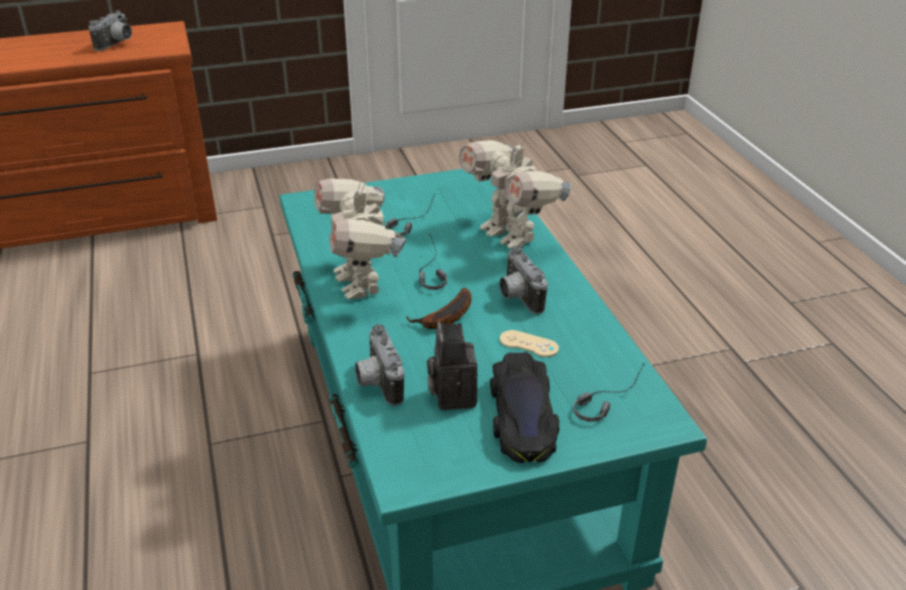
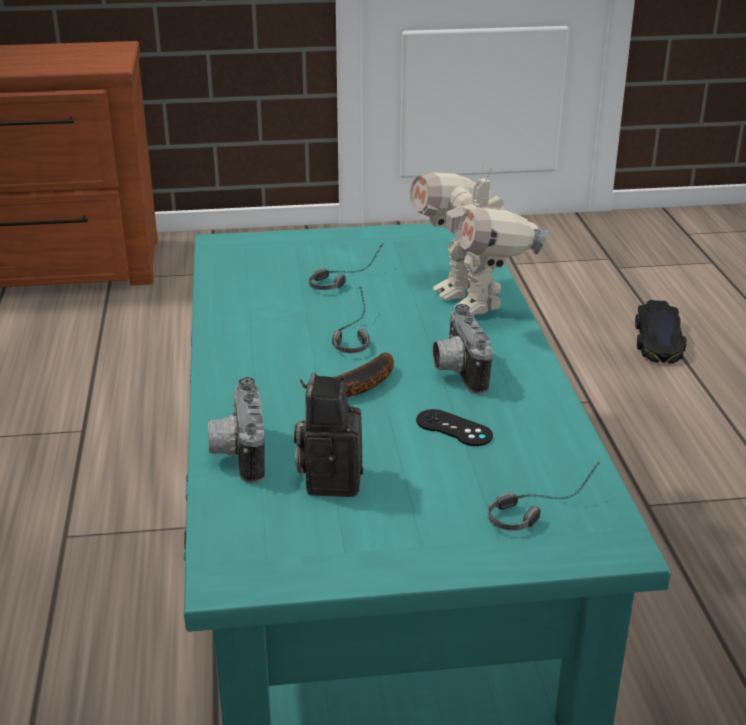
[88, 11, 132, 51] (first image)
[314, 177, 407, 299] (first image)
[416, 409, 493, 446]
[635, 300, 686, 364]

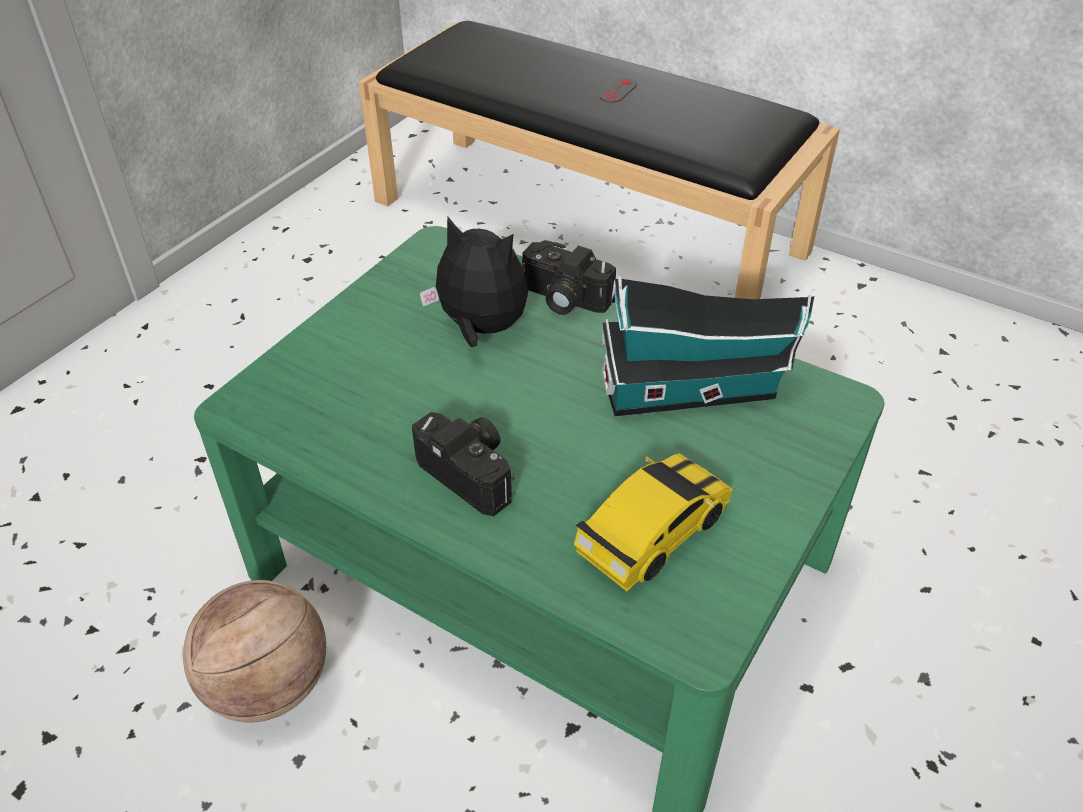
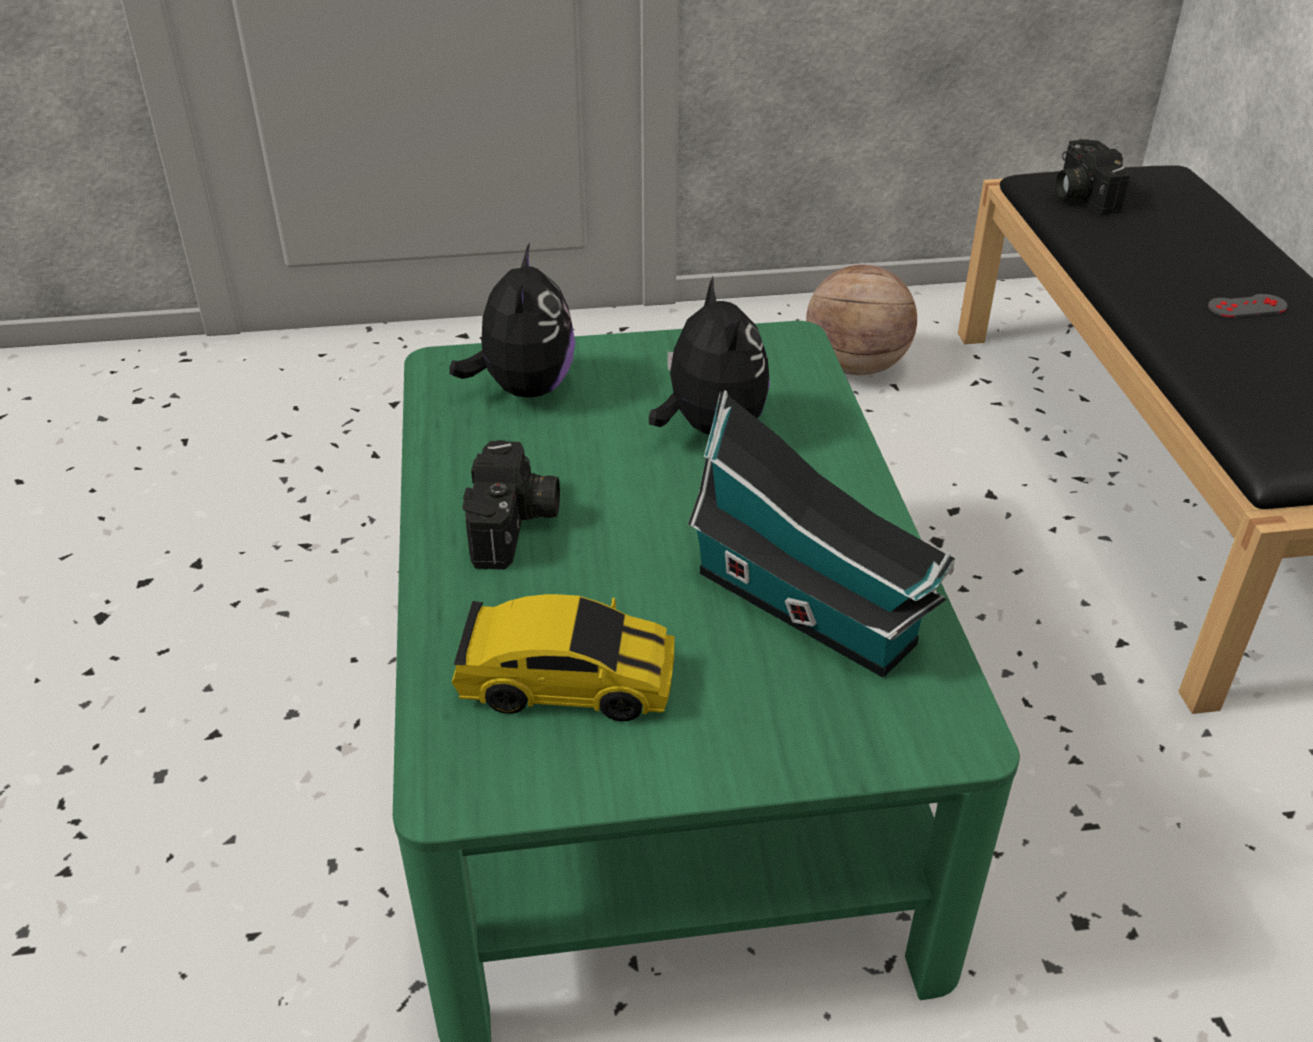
[1056, 139, 1130, 215]
[806, 264, 917, 375]
[449, 242, 575, 398]

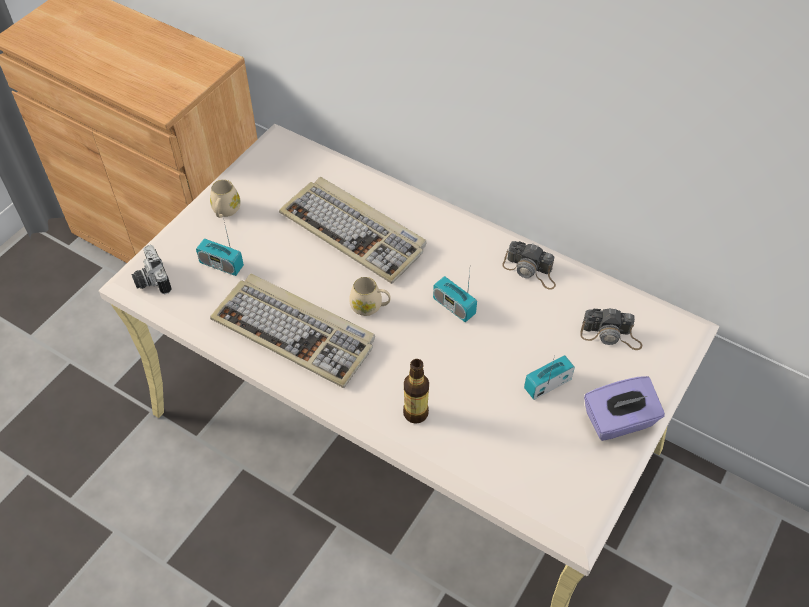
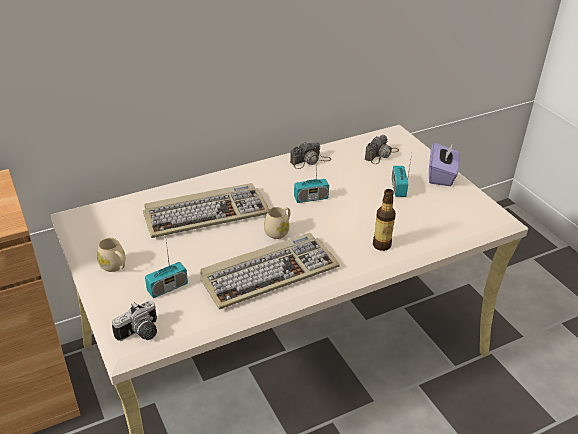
[112, 300, 157, 341]

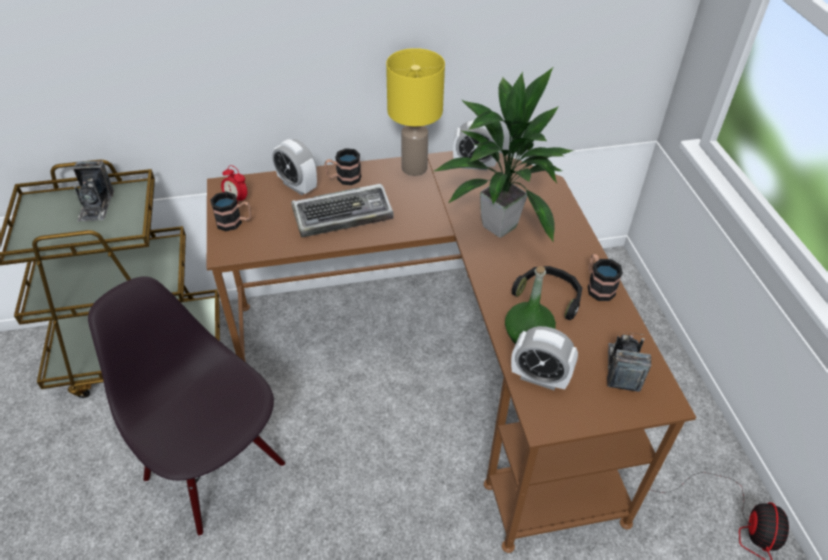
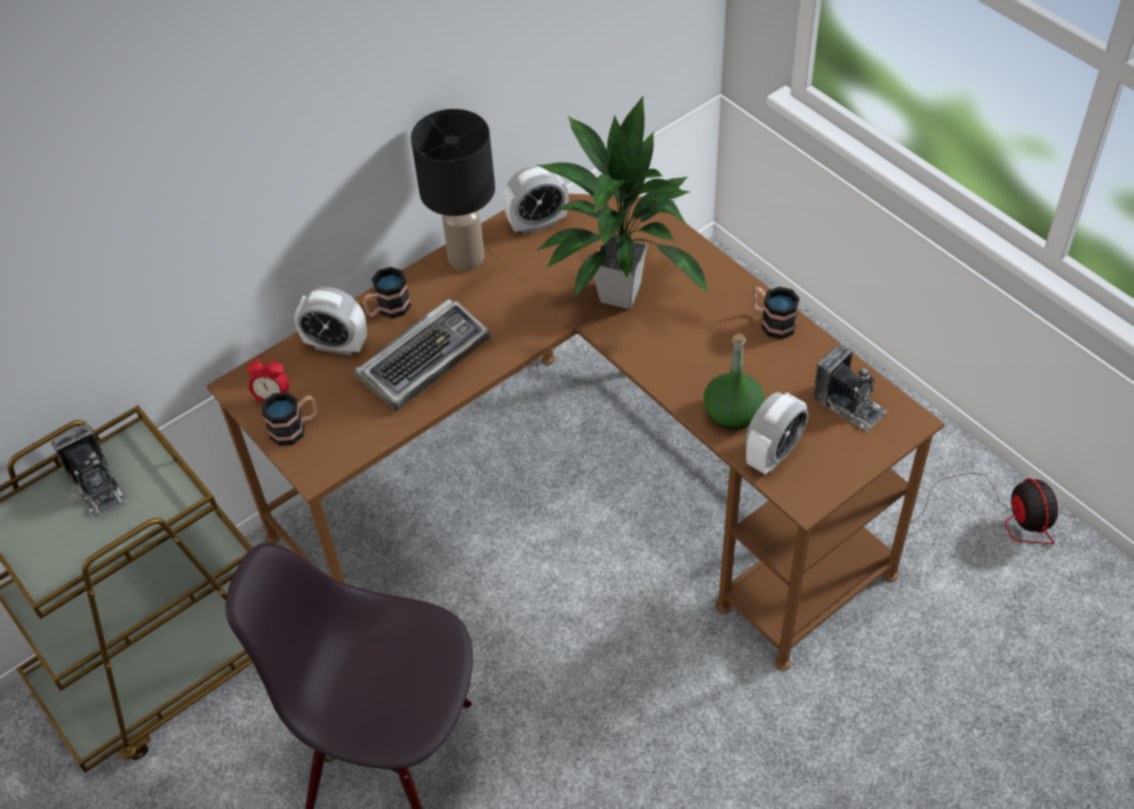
[411, 109, 495, 271]
[512, 266, 582, 320] (first image)
[745, 392, 808, 475]
[814, 344, 887, 432]

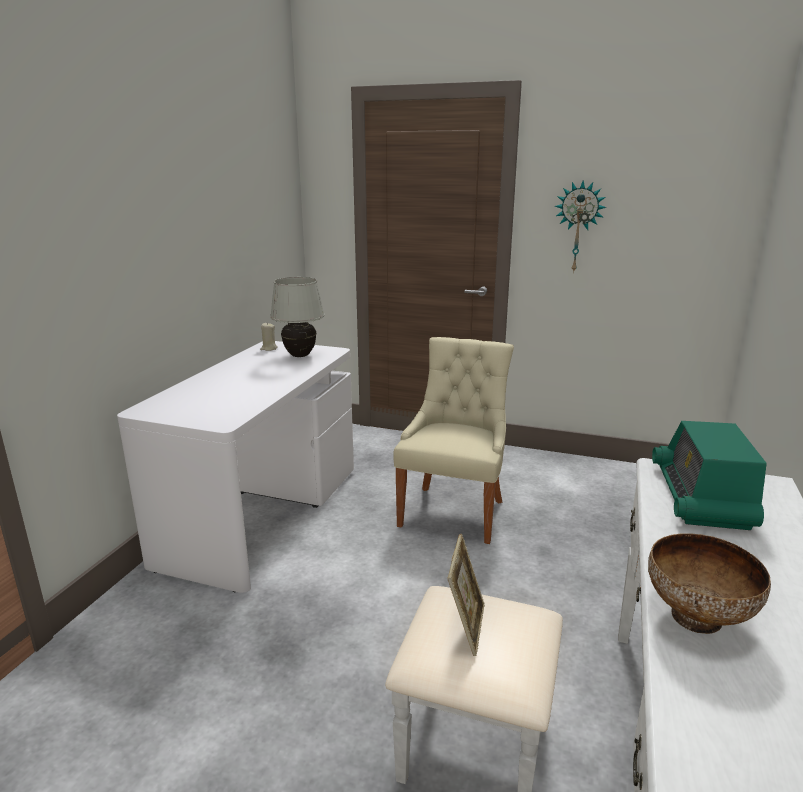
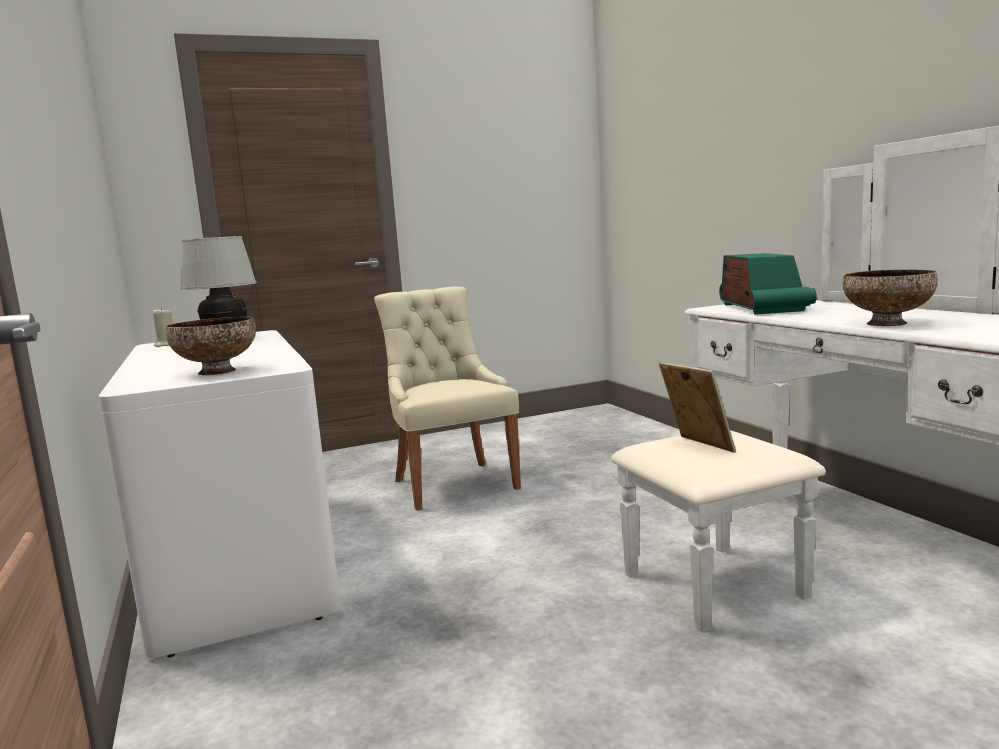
[555, 181, 607, 273] (first image)
[719, 253, 817, 314]
[166, 317, 256, 375]

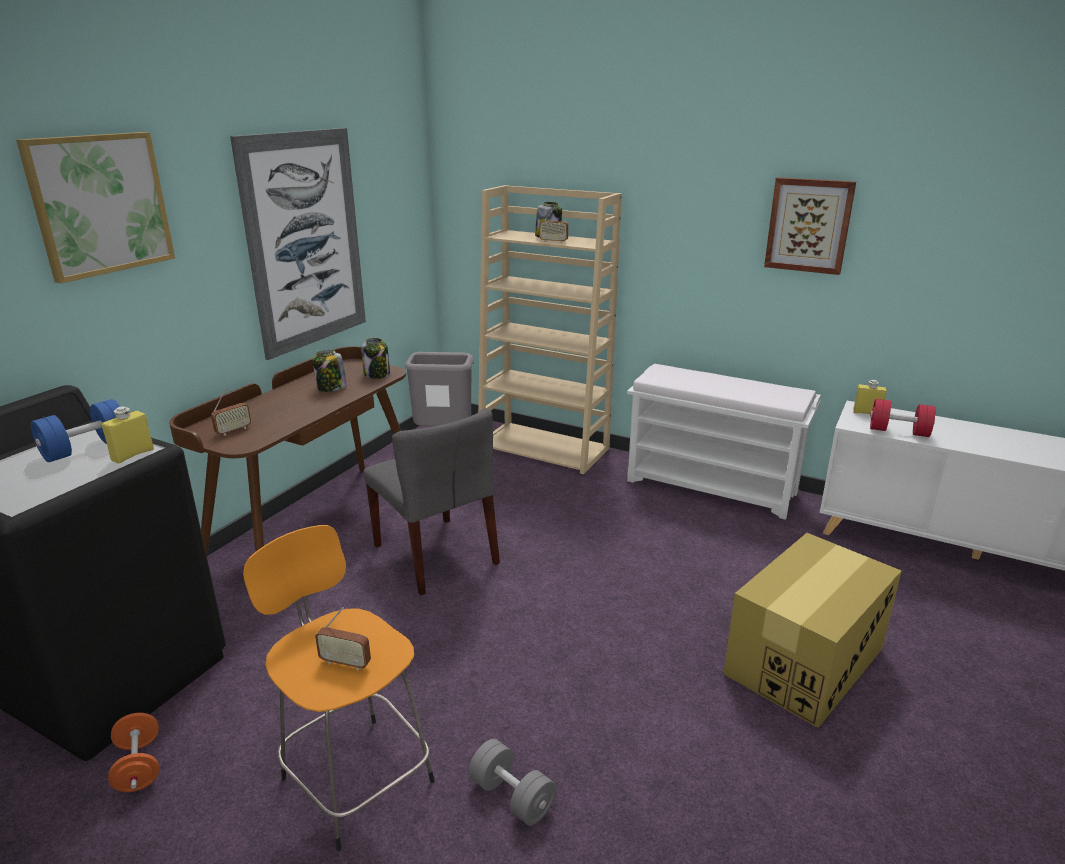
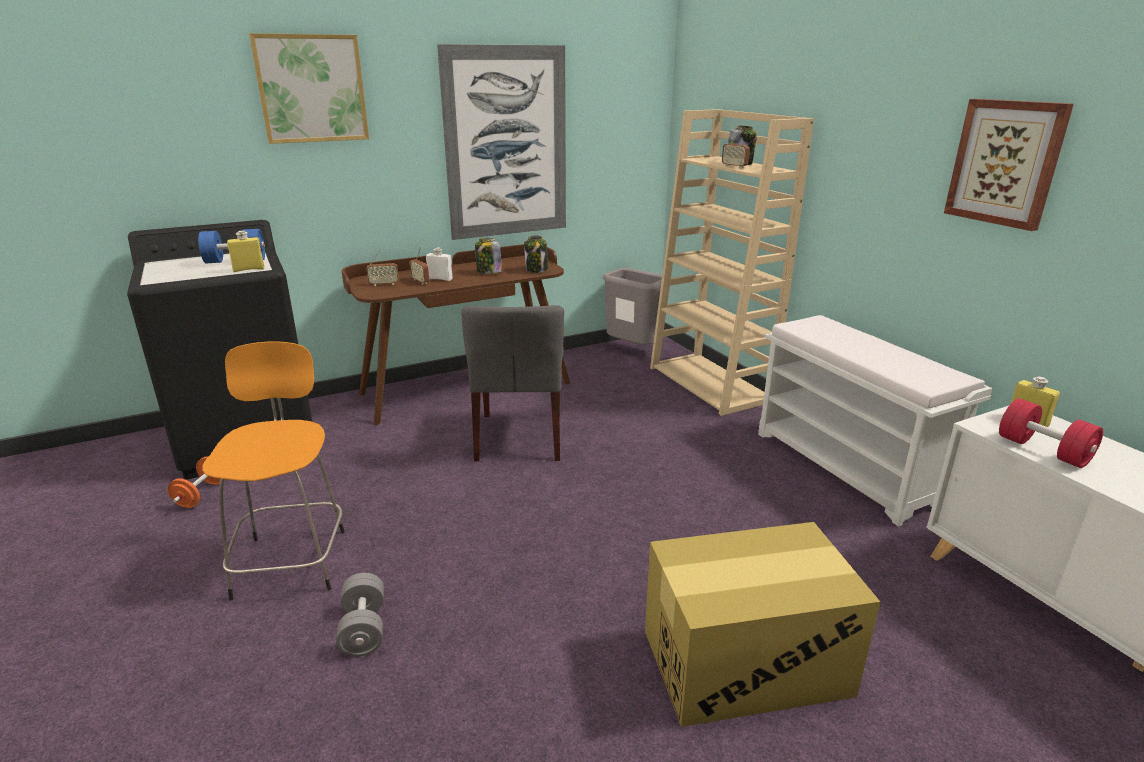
[409, 246, 429, 284]
[426, 248, 453, 281]

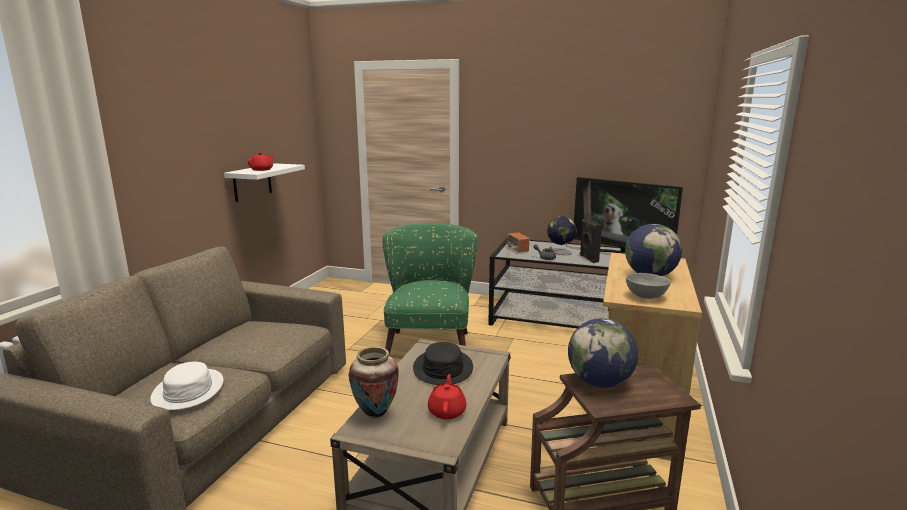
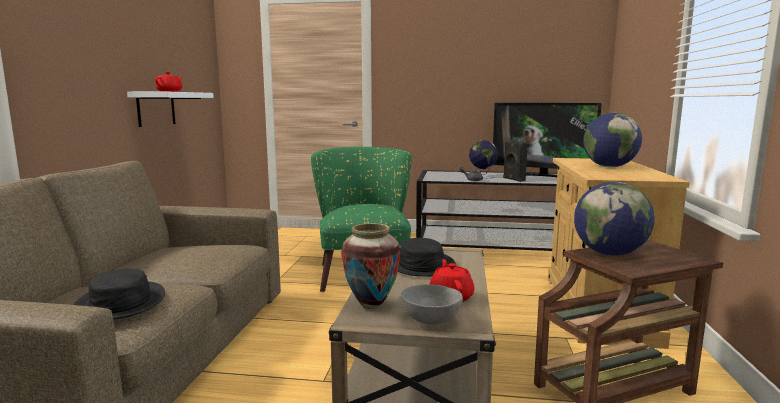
[507, 232, 532, 253] (first image)
[401, 284, 463, 325]
[74, 268, 165, 319]

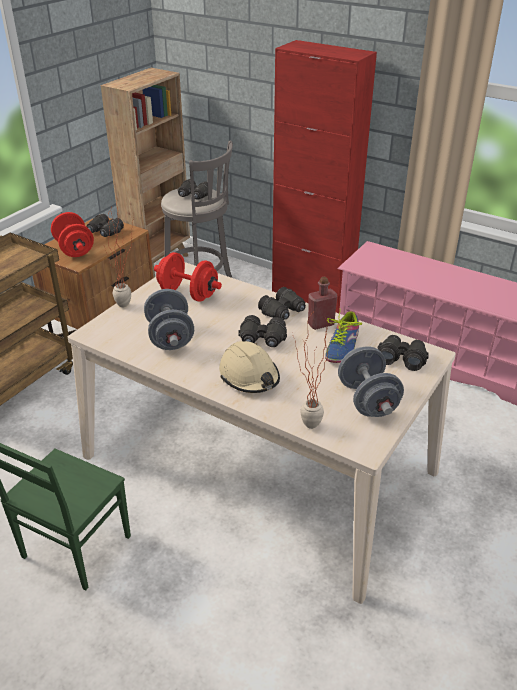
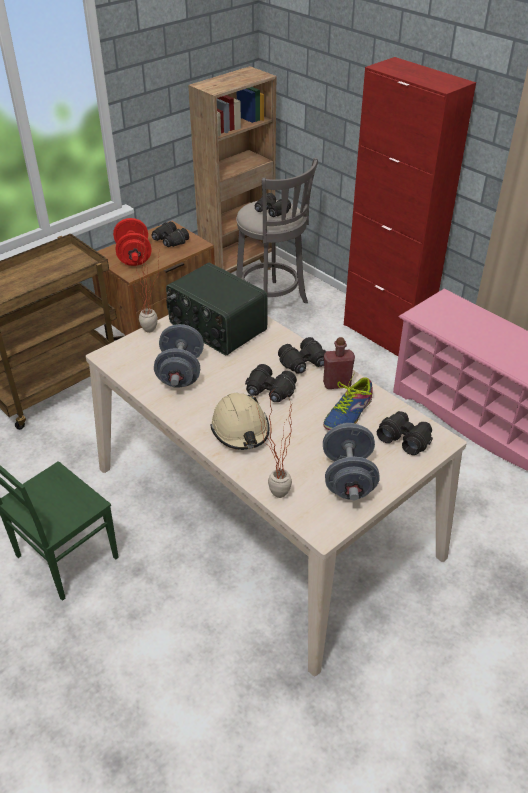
[166, 263, 267, 355]

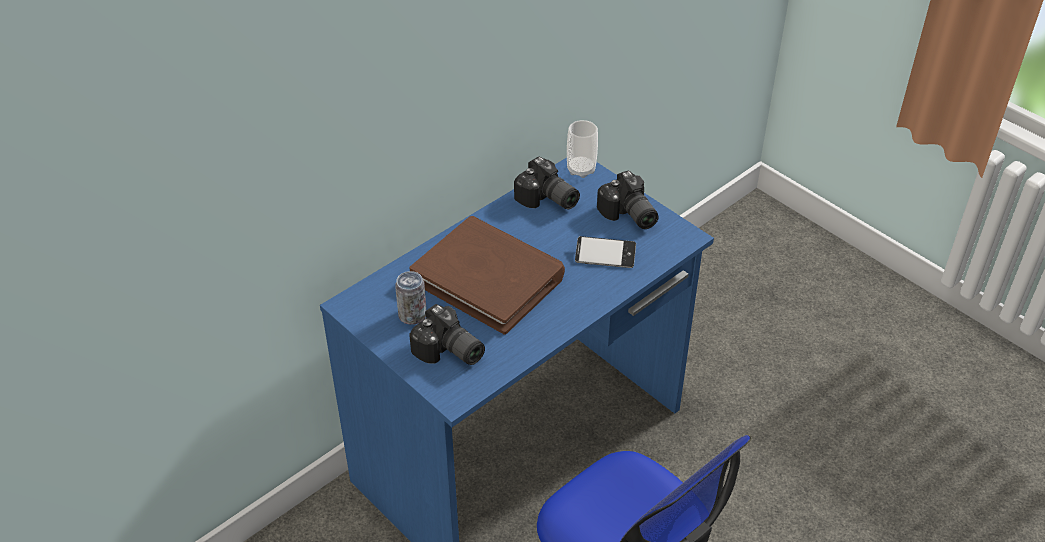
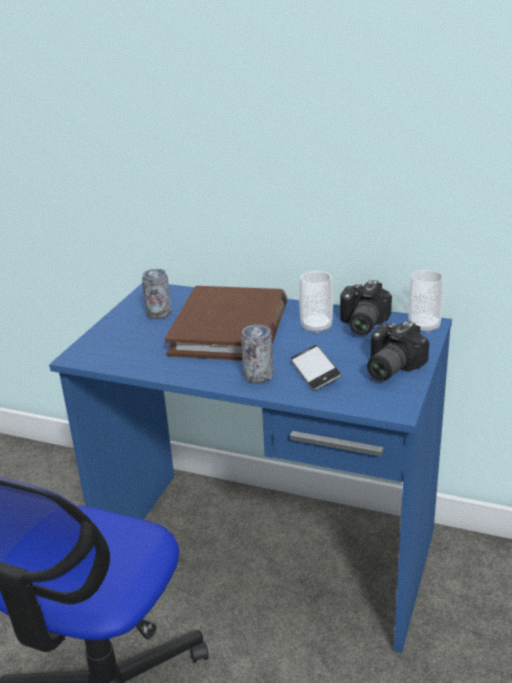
[409, 304, 485, 365] (first image)
[299, 271, 333, 334]
[241, 325, 273, 384]

